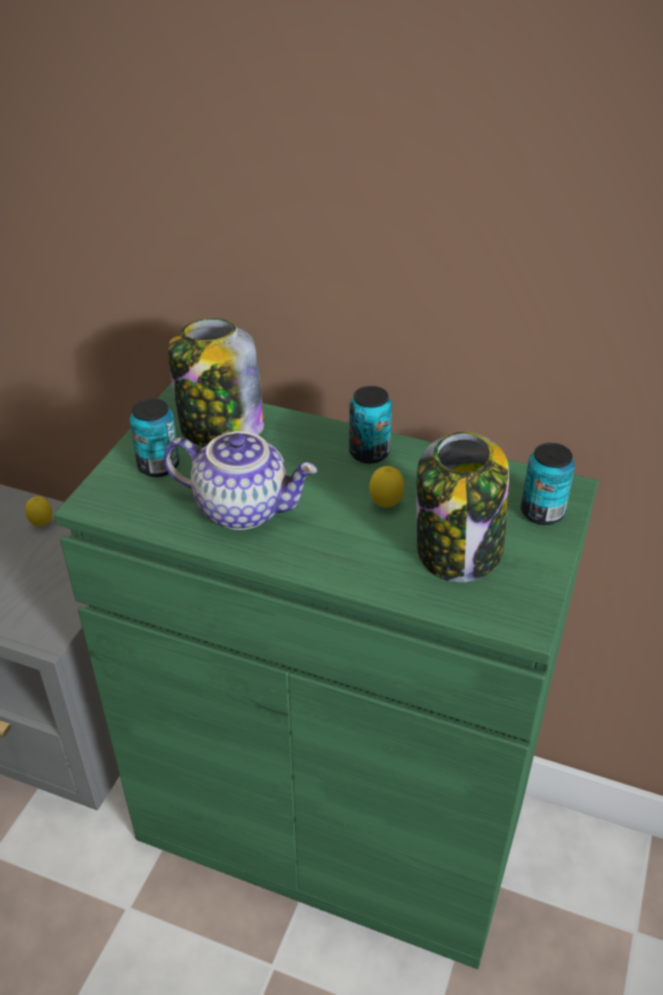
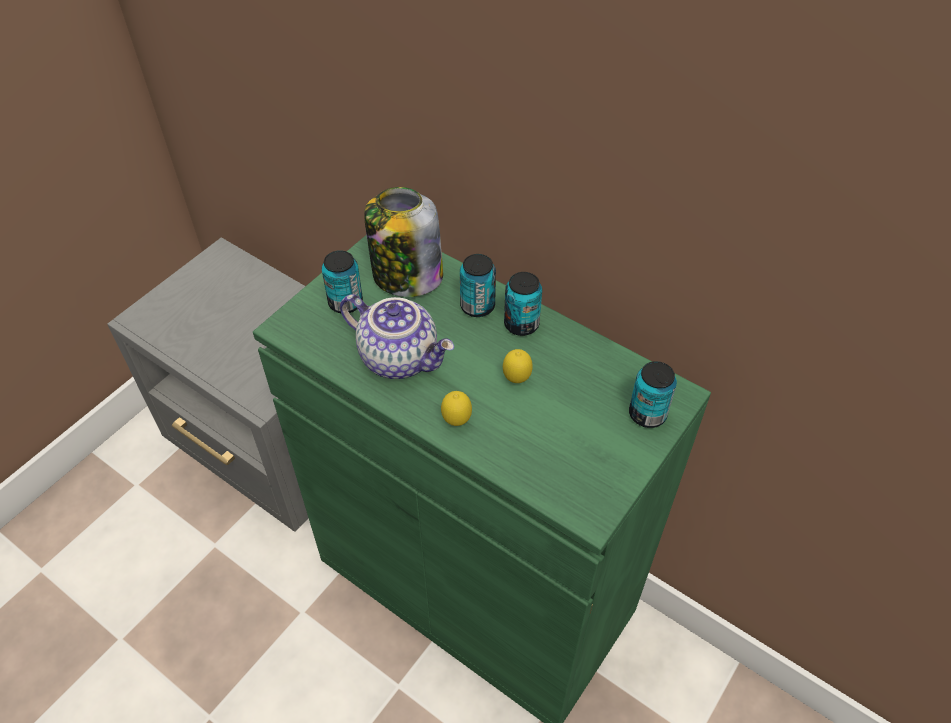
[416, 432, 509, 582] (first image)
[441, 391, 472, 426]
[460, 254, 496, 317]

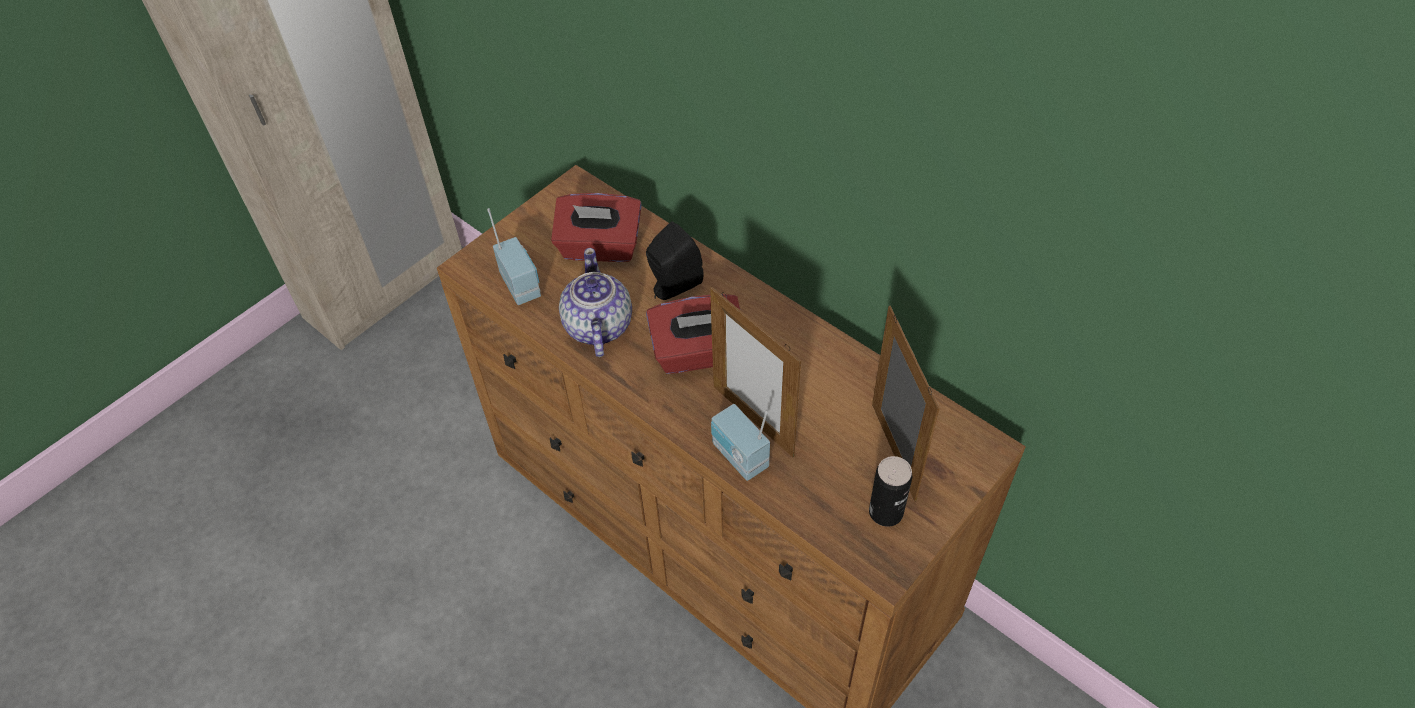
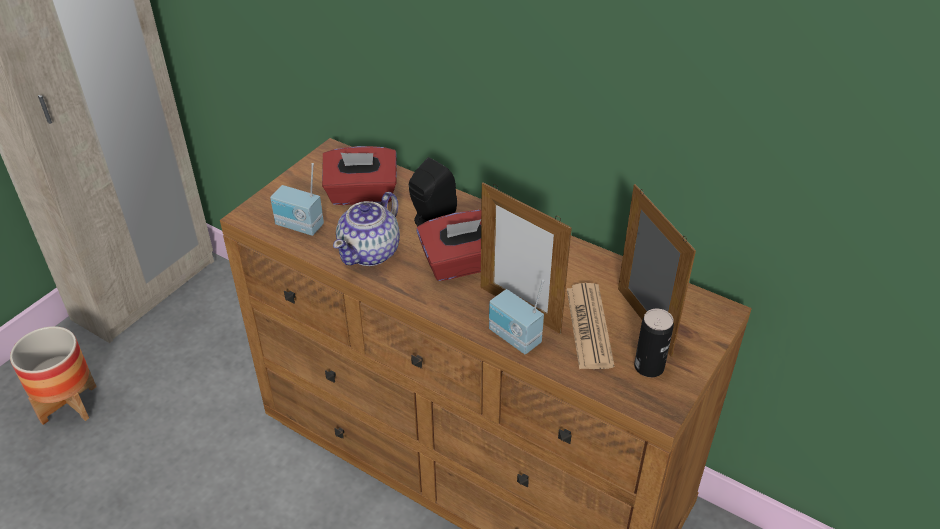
[270, 163, 324, 236]
[333, 192, 400, 266]
[567, 283, 614, 369]
[10, 326, 97, 425]

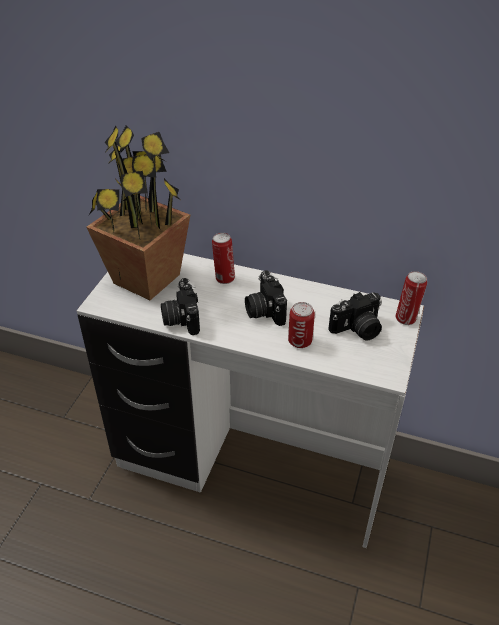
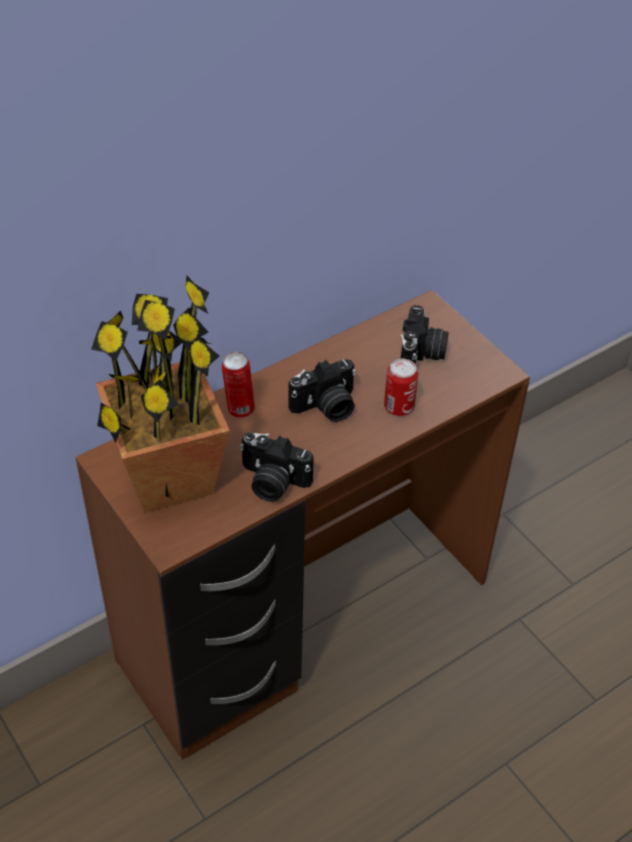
[76, 290, 530, 760]
[288, 359, 356, 422]
[396, 271, 427, 325] (first image)

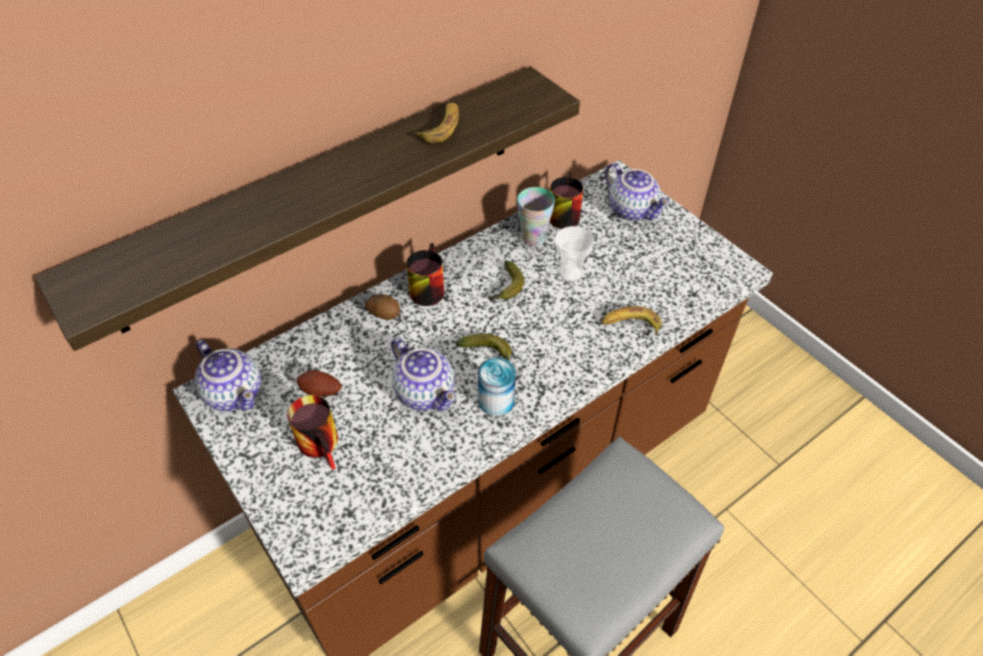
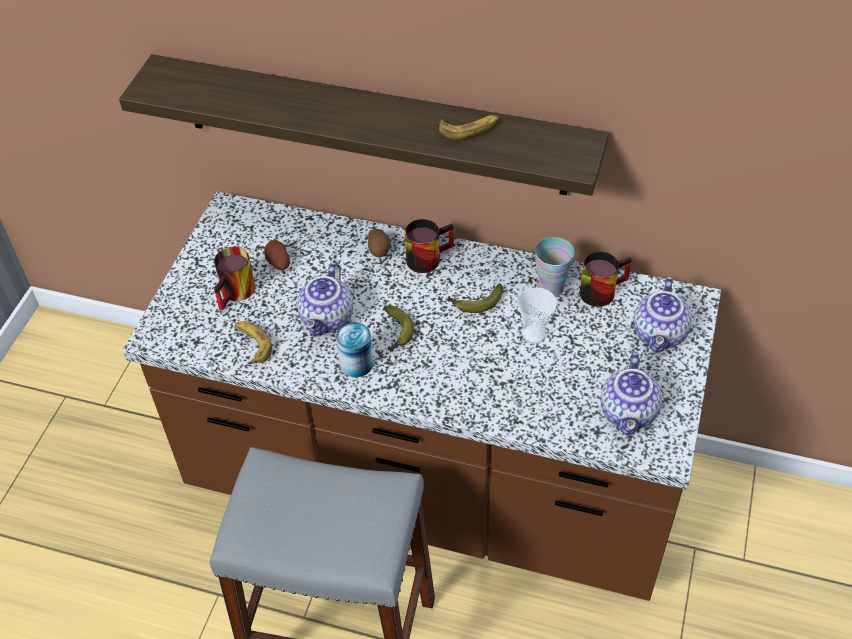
[235, 321, 272, 364]
[600, 352, 662, 435]

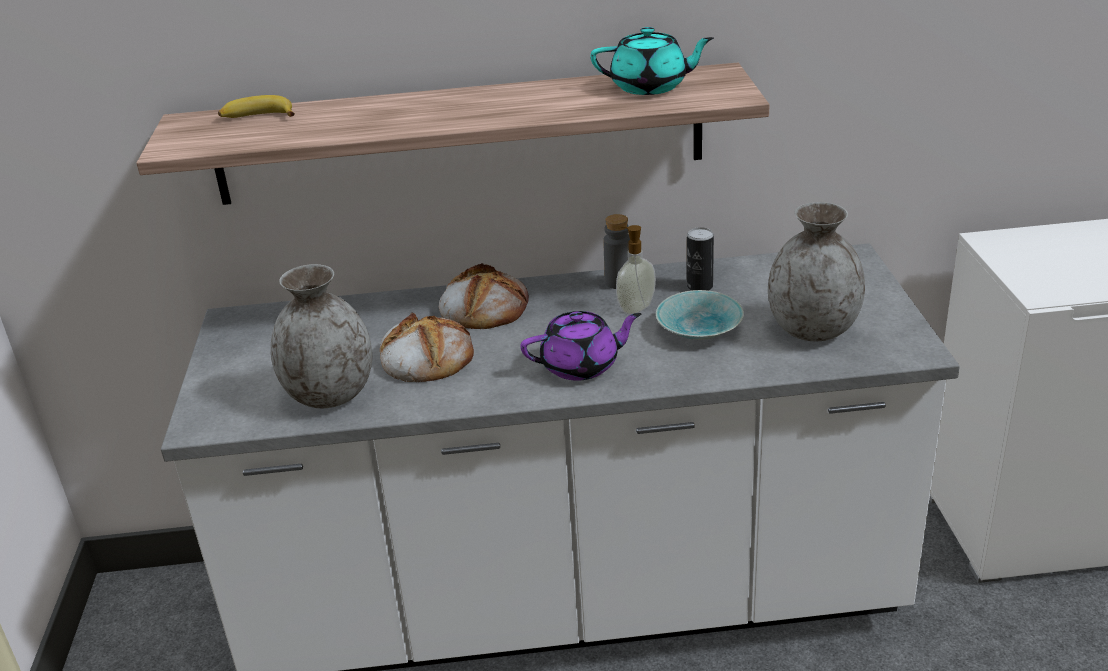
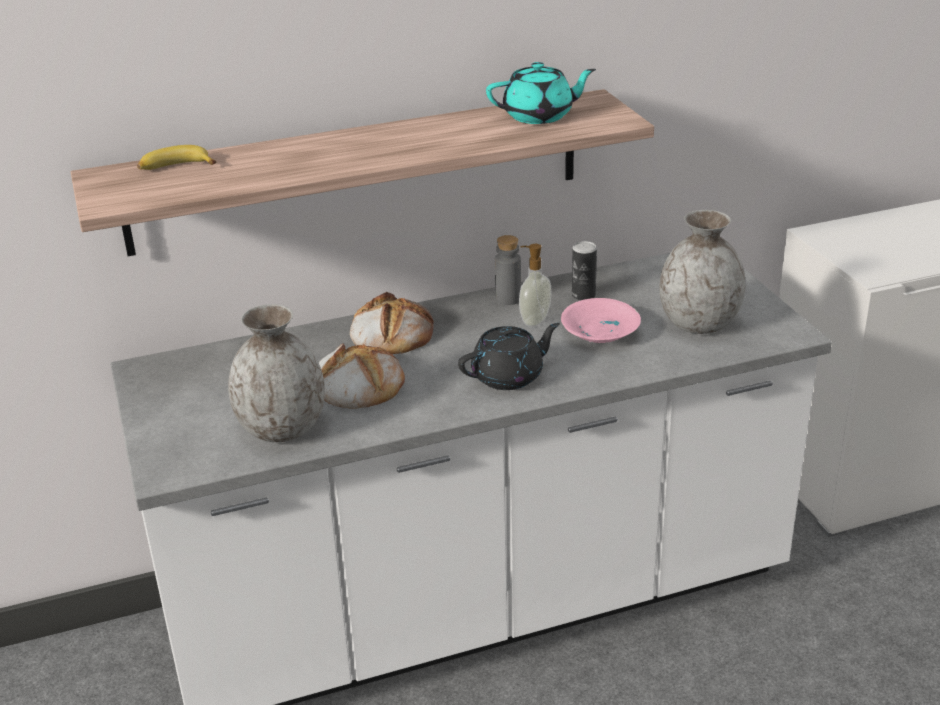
[561, 298, 641, 343]
[458, 323, 560, 390]

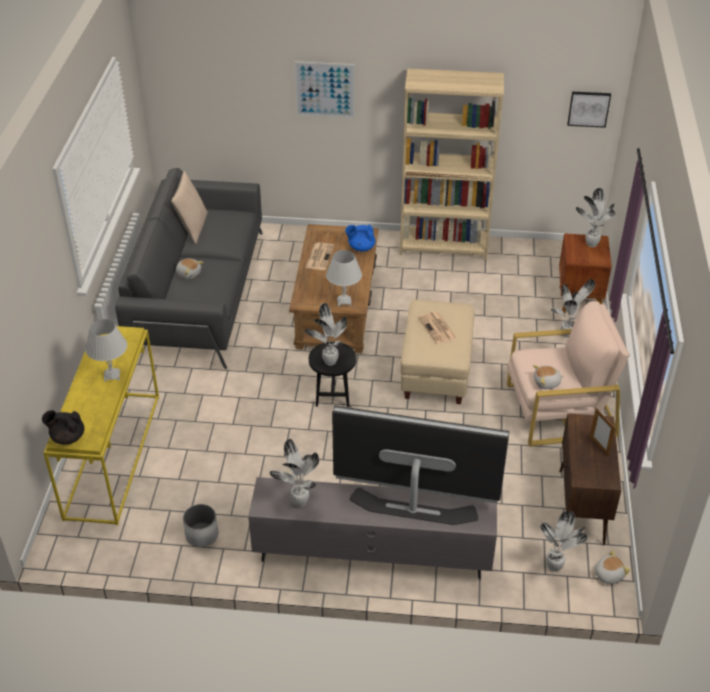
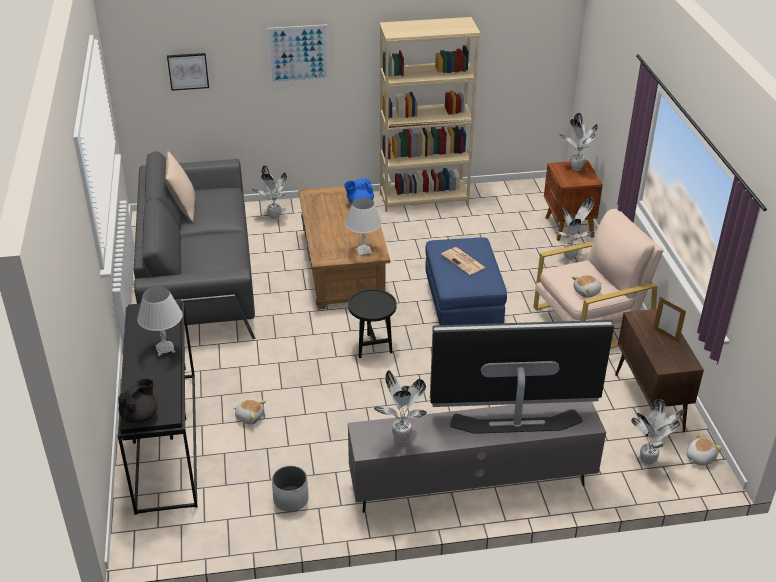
[167, 53, 209, 91]
[305, 243, 334, 270] (first image)
[234, 399, 266, 424]
[425, 237, 507, 325]
[252, 165, 287, 219]
[118, 300, 198, 515]
[118, 379, 158, 423]

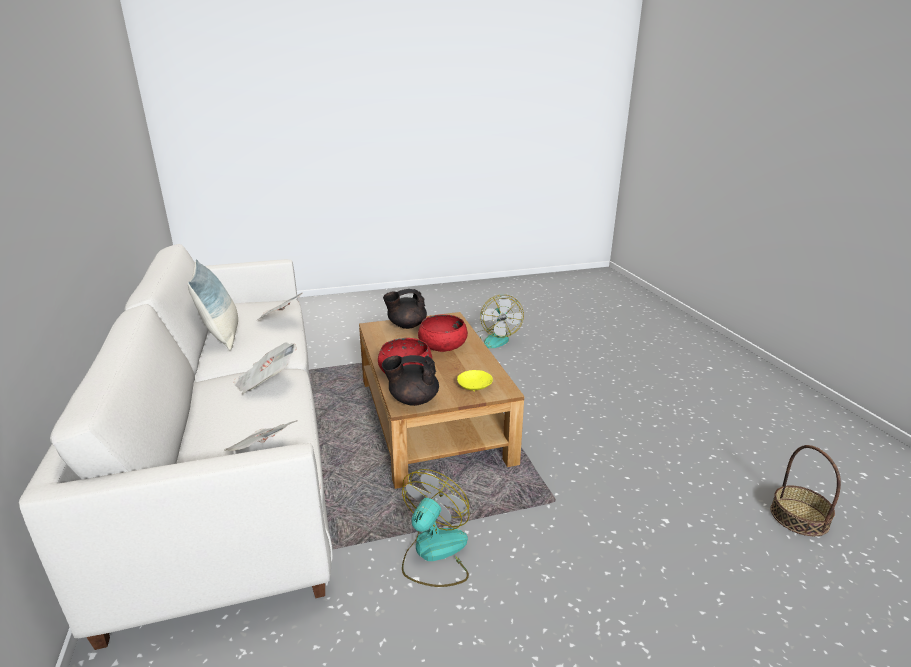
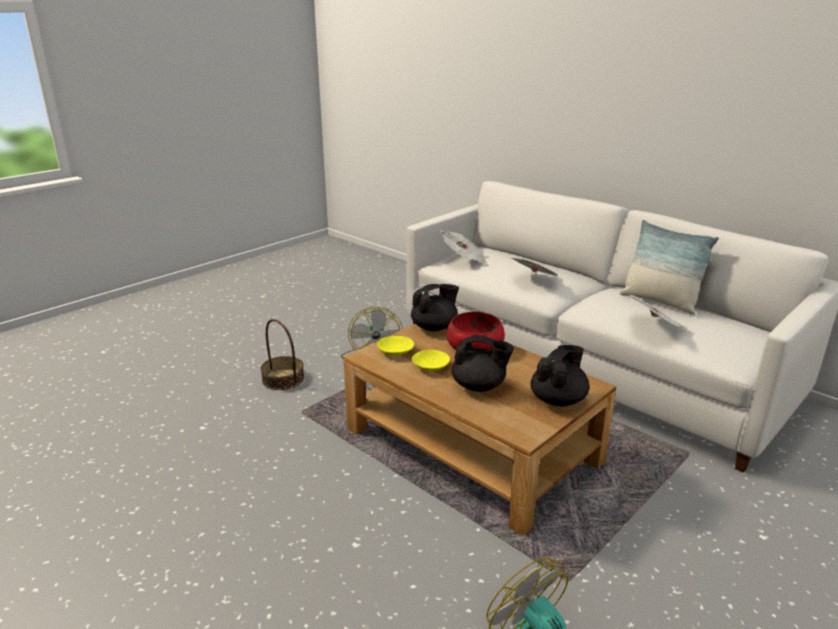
[452, 335, 514, 392]
[260, 319, 305, 390]
[412, 350, 450, 372]

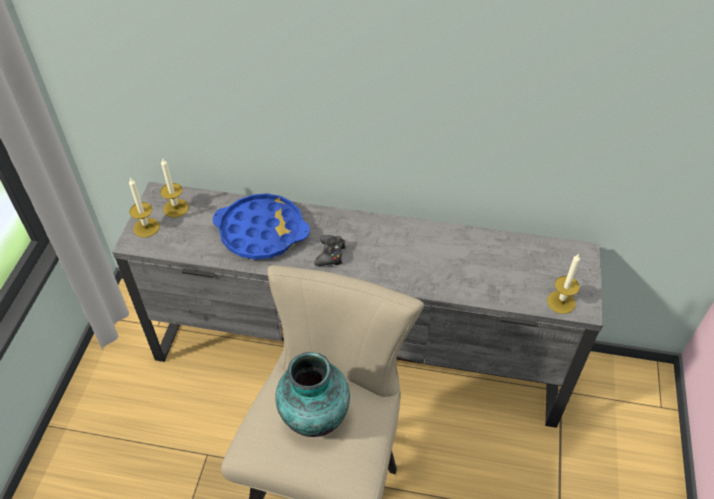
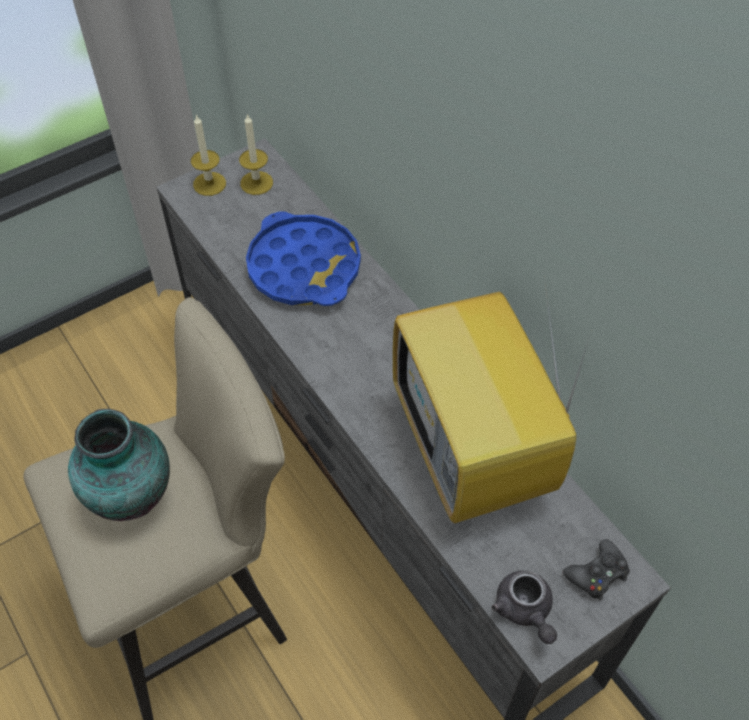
[563, 539, 630, 601]
[491, 571, 557, 644]
[393, 284, 589, 523]

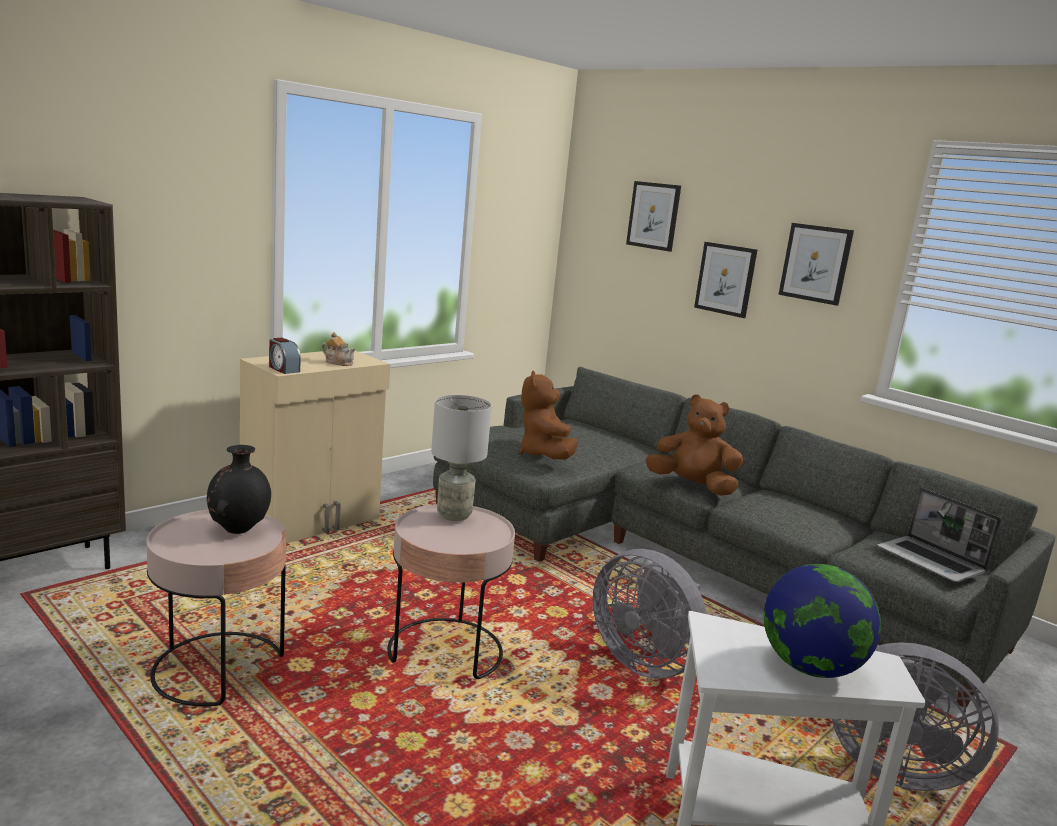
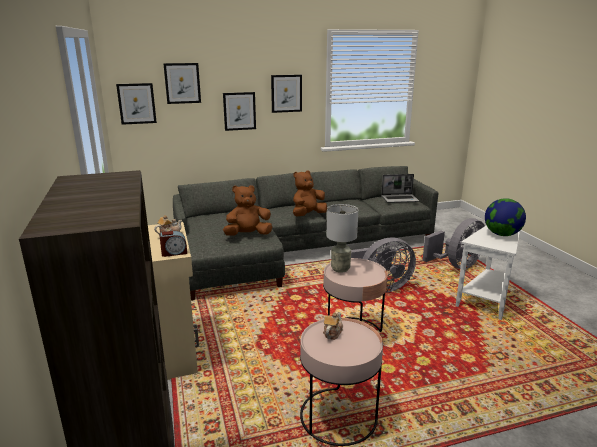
[223, 185, 272, 236]
[323, 312, 343, 340]
[116, 83, 157, 125]

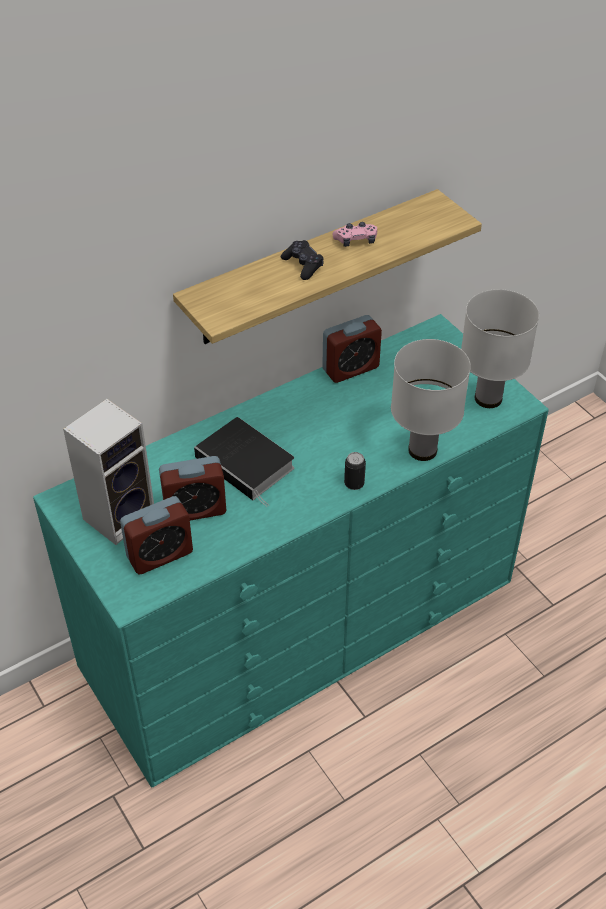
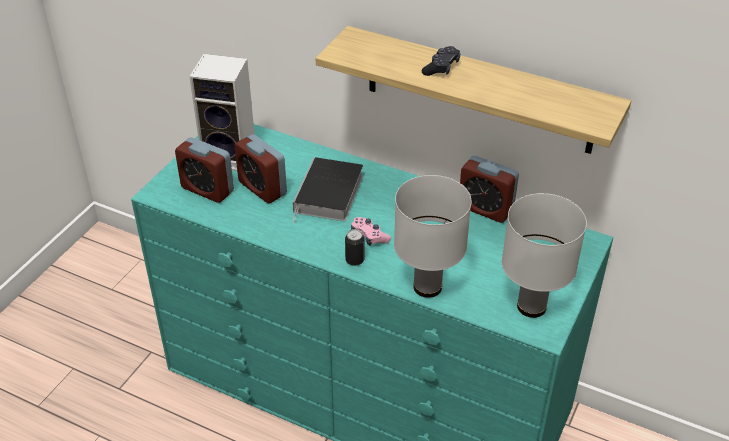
[351, 217, 391, 246]

